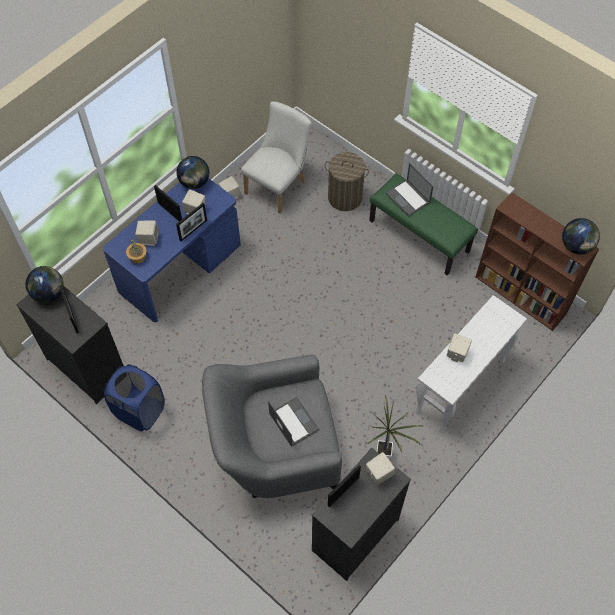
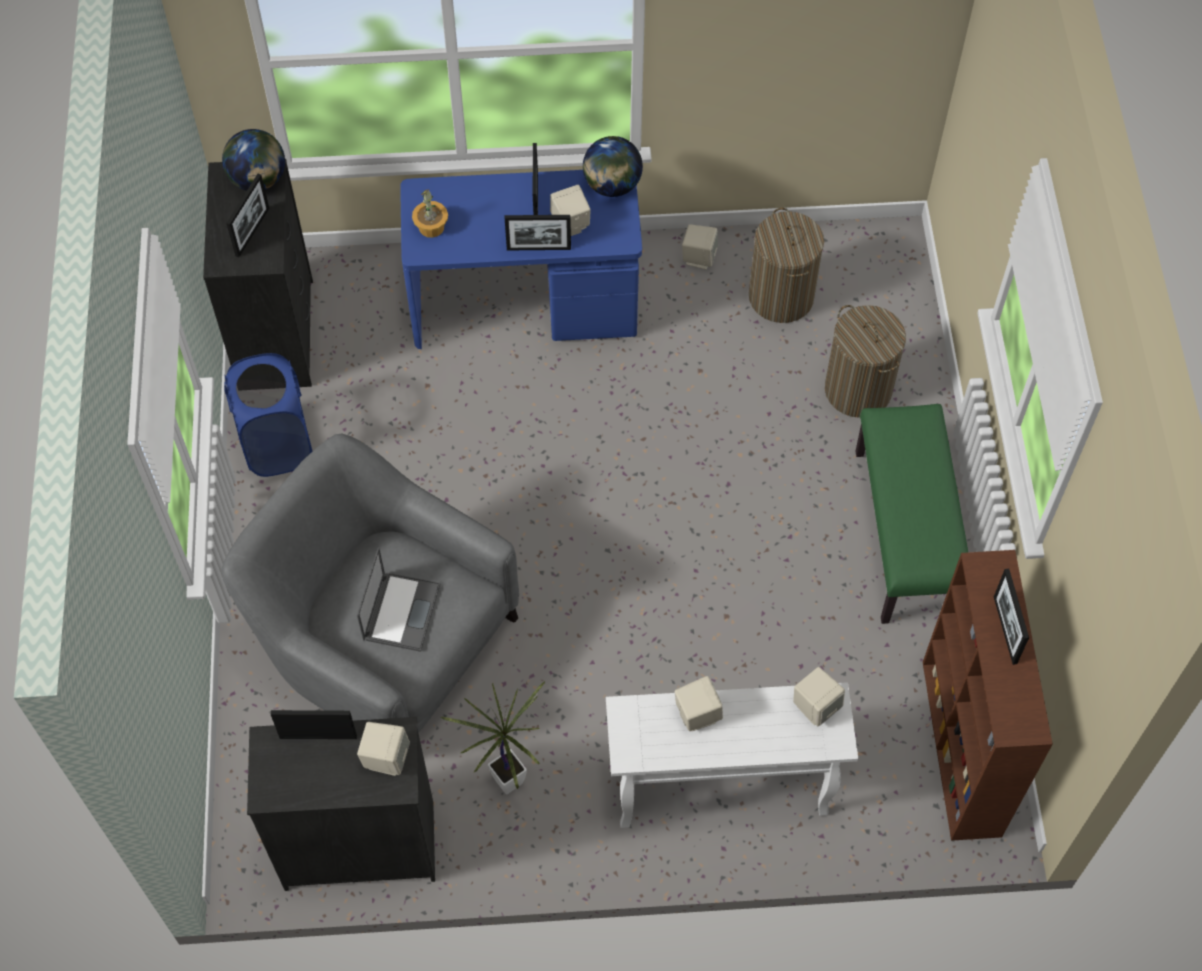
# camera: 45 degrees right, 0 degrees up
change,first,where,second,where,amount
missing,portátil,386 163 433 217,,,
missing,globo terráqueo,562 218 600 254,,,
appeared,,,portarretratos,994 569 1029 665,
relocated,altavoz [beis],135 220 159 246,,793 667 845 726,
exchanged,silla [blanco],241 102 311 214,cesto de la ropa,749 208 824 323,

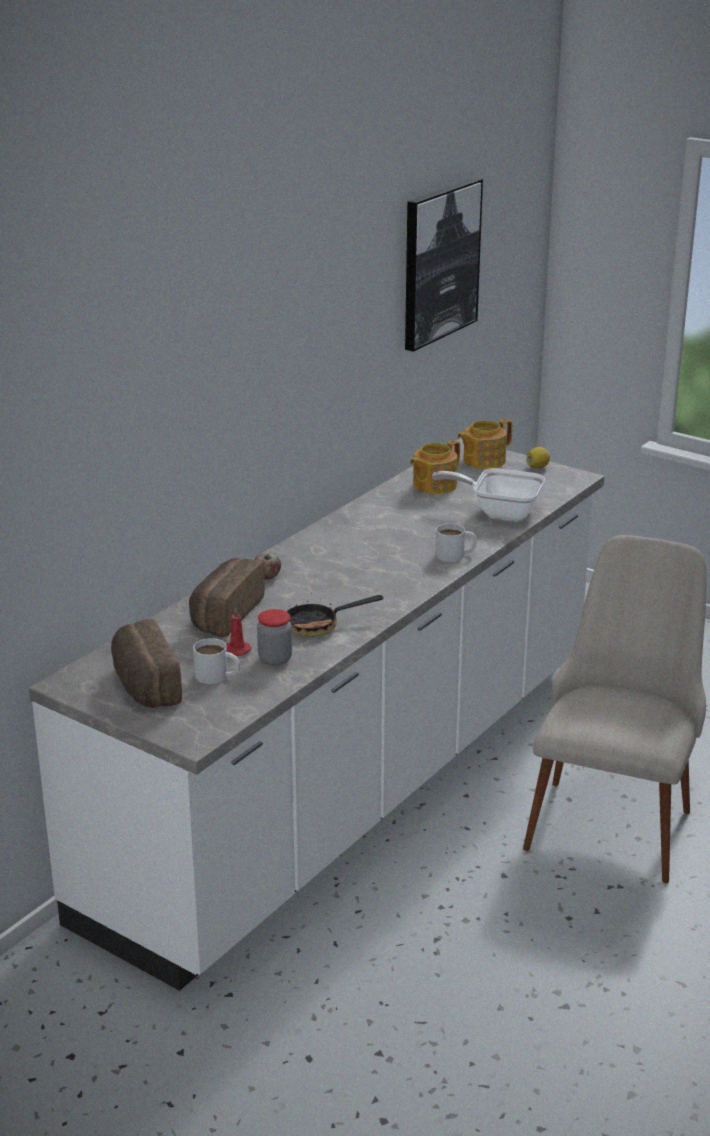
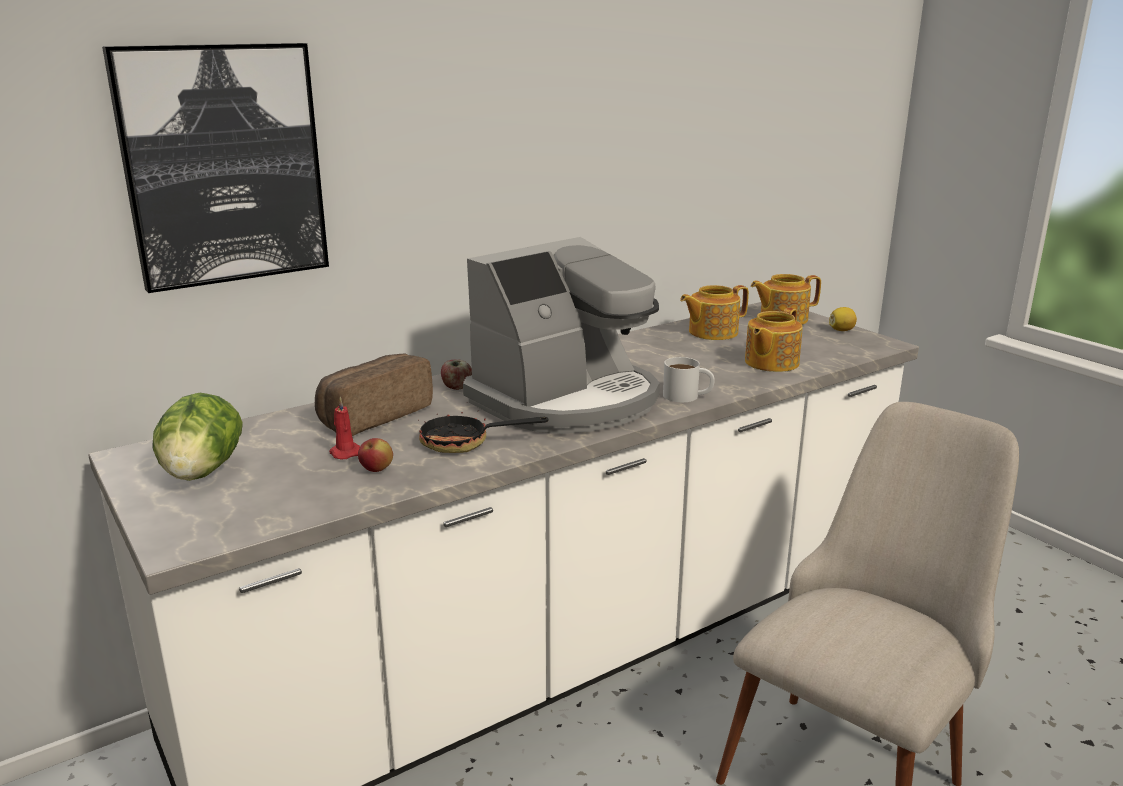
# camera: 20 degrees right, 5 degrees down
change,first,where,second,where,amount
missing,taza grande [blanco],193 638 240 684,,,
appeared,,,cafetera,463 237 660 434,
relocated,cuadro,405 178 483 352,,102 43 329 293,
exchanged,pan,111 619 182 708,lechuga,153 393 243 481,
exchanged,tarro,257 609 292 666,manzana,358 438 393 472,
exchanged,sartén,432 468 545 520,tetera,745 308 803 372,

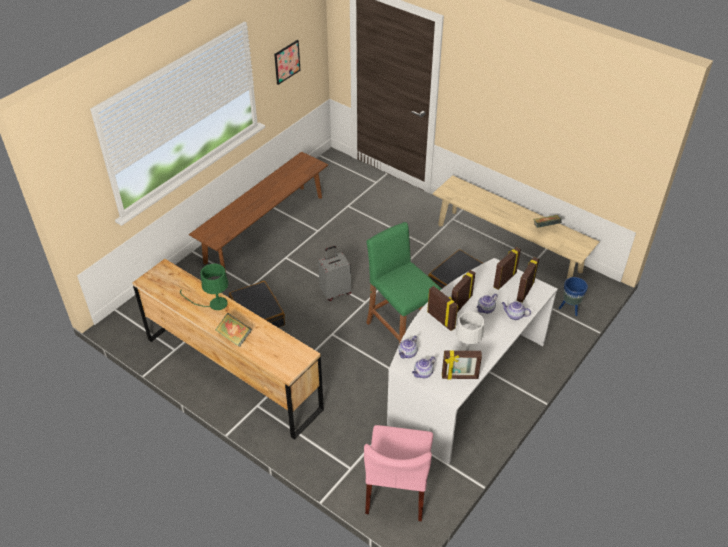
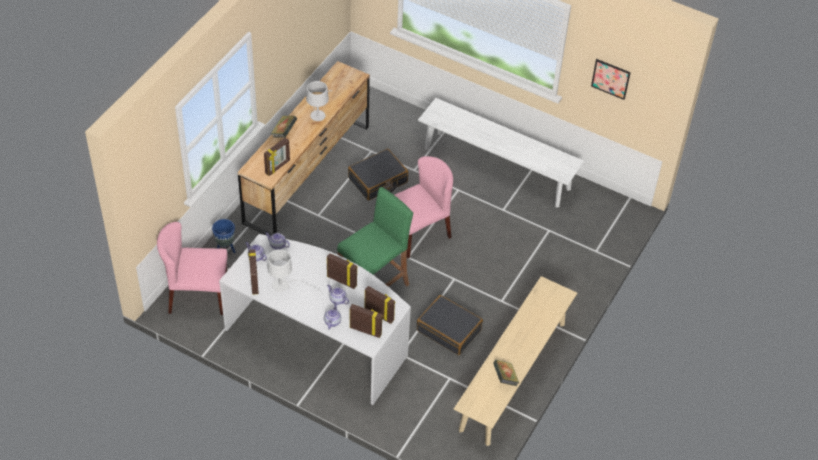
# camera: 80 degrees right, 5 degrees up
change,first,where,second,where,amount
relocated,portarretratos,427 286 458 331,,264 138 290 176,
relocated,maceta [azul],559 277 588 316,,212 219 236 253,
exchanged,maleta [gris],318 246 351 301,silla [rosa],395 156 453 258,
colour,lámpara de mesa [verde],180 264 229 310,lámpara de mesa [blanco],306 81 332 121,
colour,banco [marrón],189 152 328 272,banco [blanco],418 98 584 207,

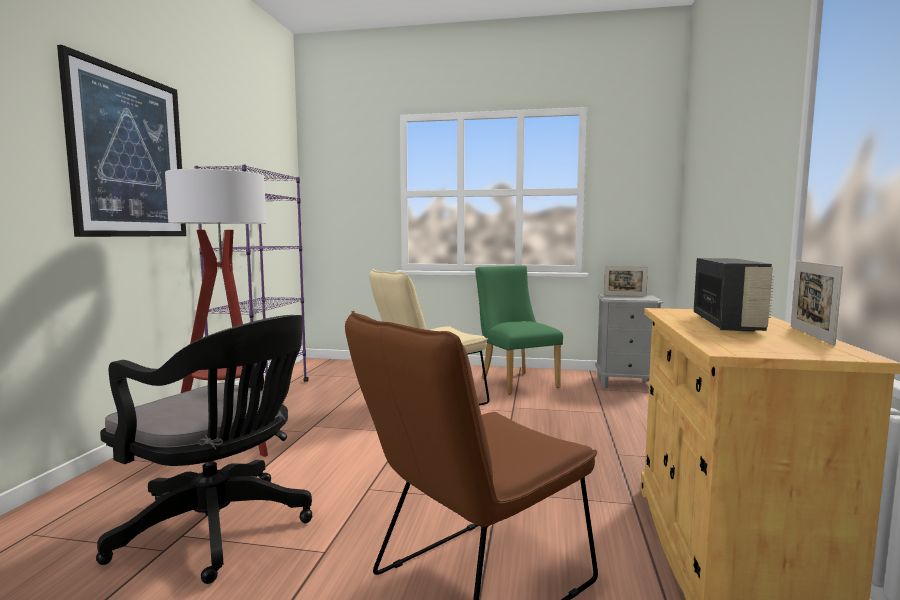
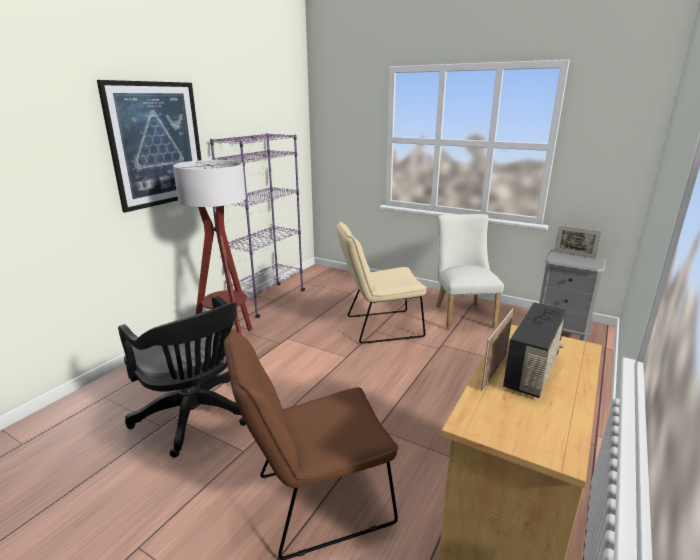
# camera: 20 degrees right, 15 degrees up
change,first,where,second,where,amount
relocated,portarretratos,791 261 843 346,,481 308 513 391,
colour,silla [verde],475 266 563 395,silla [blanco],436 214 504 330,

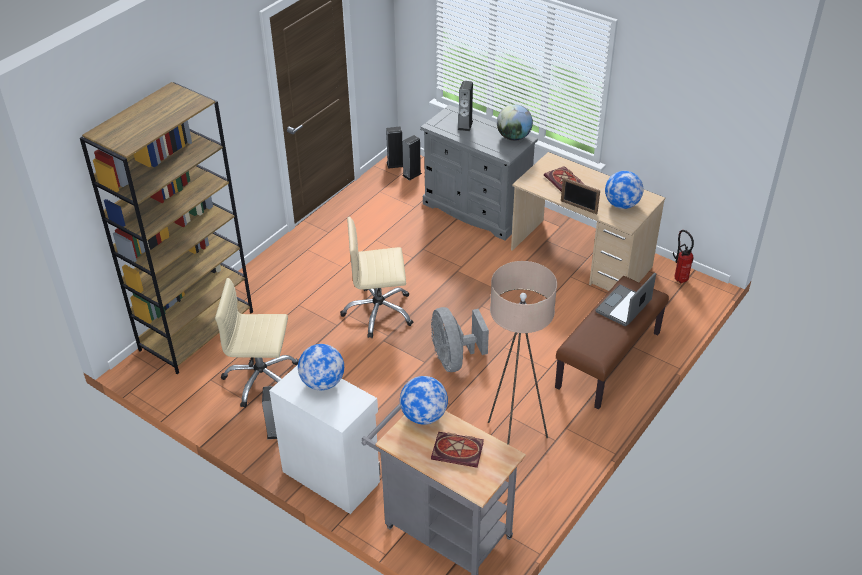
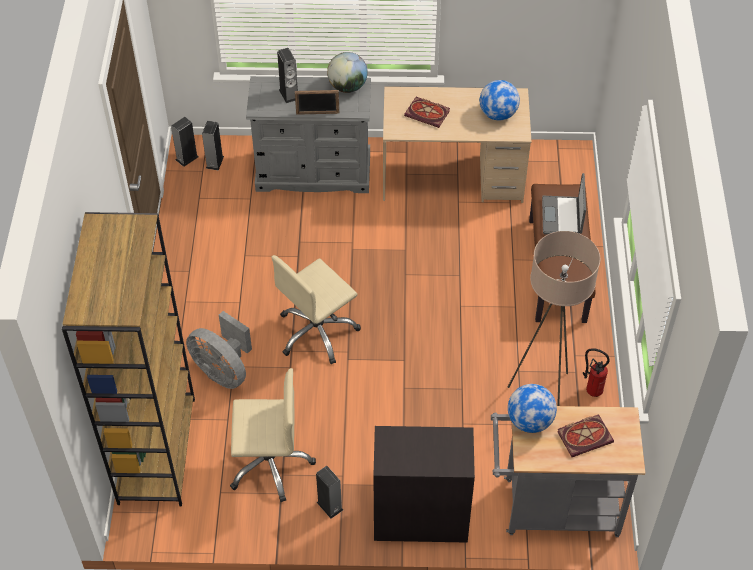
# camera: 35 degrees left, 10 degrees up
change,first,where,second,where,amount
missing,globo terráqueo,298 344 344 390,,,
relocated,ventilador [gris],431 307 489 372,,186 311 252 389,
relocated,portarretratos,561 177 600 214,,295 90 339 115,
relocated,extintor,673 230 694 284,,583 348 610 397,
colour,armario [blanco],269 365 380 514,armario [negro],373 426 475 543,
spun,silla de oficina [beis],215 278 298 408,,230 368 316 502,150 degrees counterclockwise

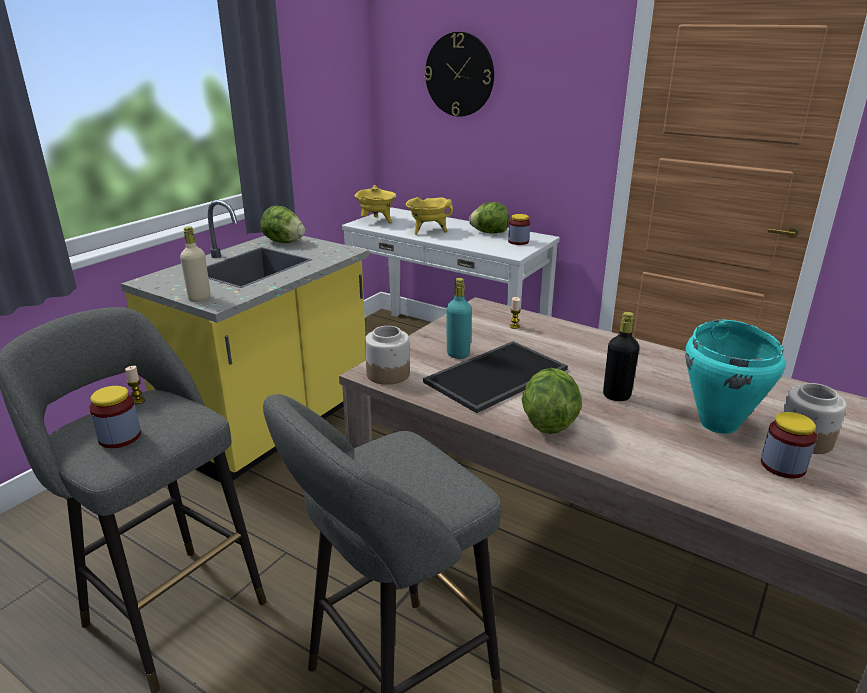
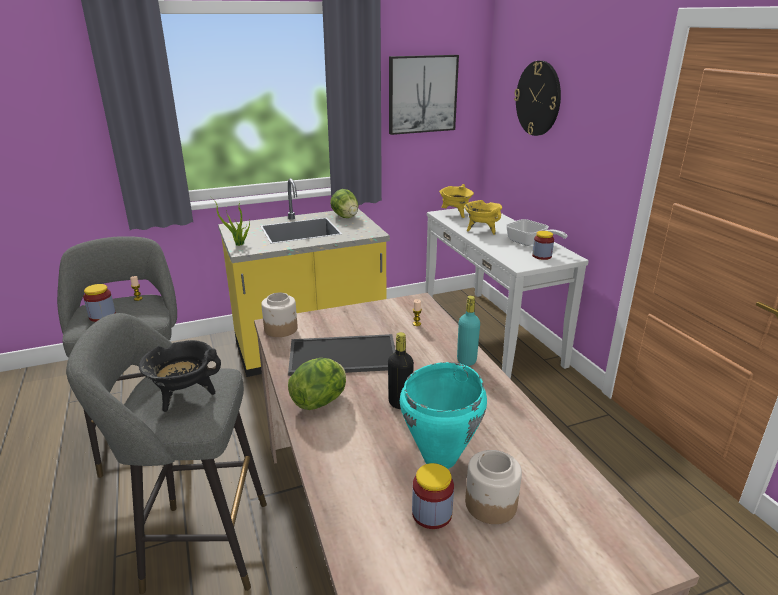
# camera: 35 degrees right, 0 degrees up
change,first,where,second,where,amount
appeared,,,olla [negro],139 340 221 412,
appeared,,,cuadro,389 55 459 135,
relocated,botella [turquesa],446 278 472 359,,457 296 480 366,
exchanged,botella [beis],180 226 211 302,planta en maceta,212 198 250 246,
exchanged,lechuga,469 202 509 233,sartén,506 219 568 246,

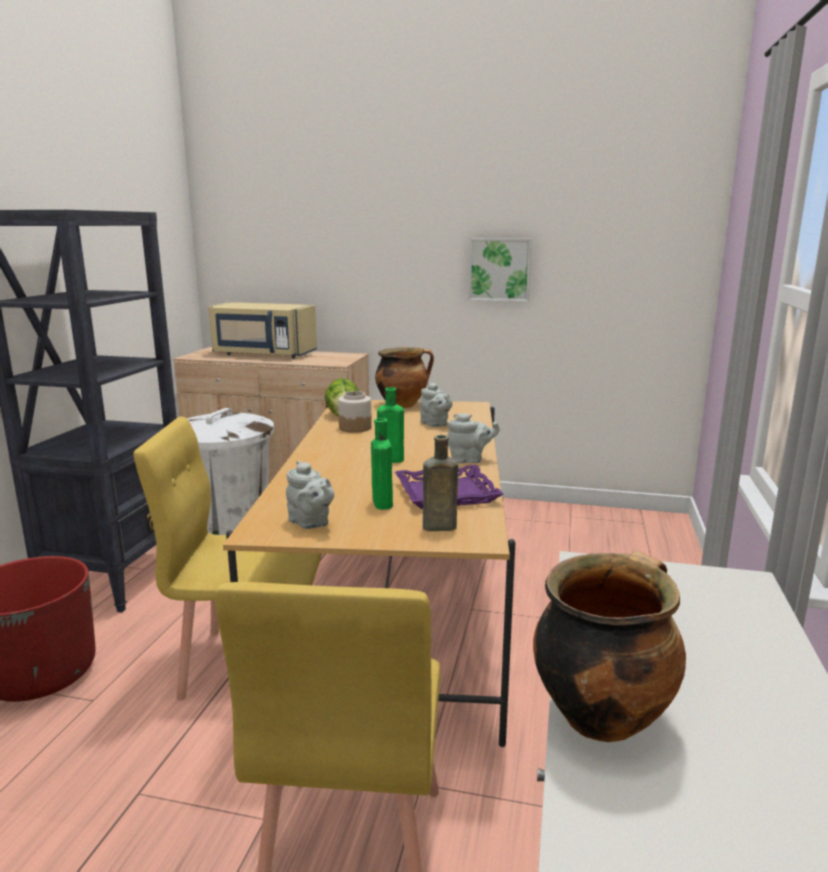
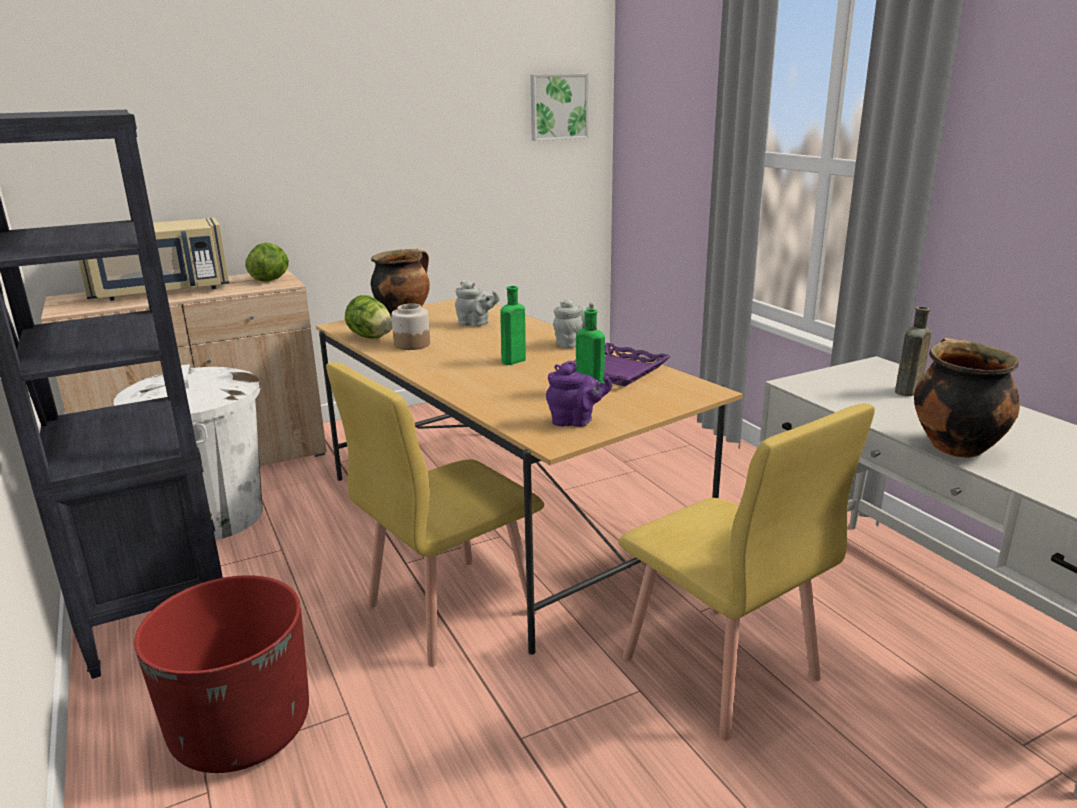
# camera: 40 degrees left, 5 degrees up
change,first,where,second,where,amount
appeared,,,lechuga,245 243 289 282,
relocated,botella [marrón],423 435 458 531,,895 306 931 396,
relocated,cuadro,468 239 532 302,,530 74 589 141,
colour,tetera [gris],286 460 334 529,tetera [morado],546 364 613 427,

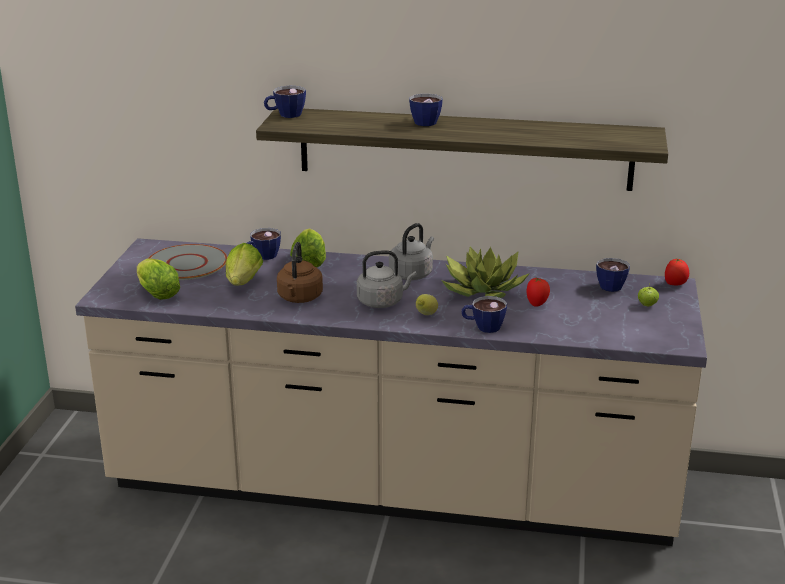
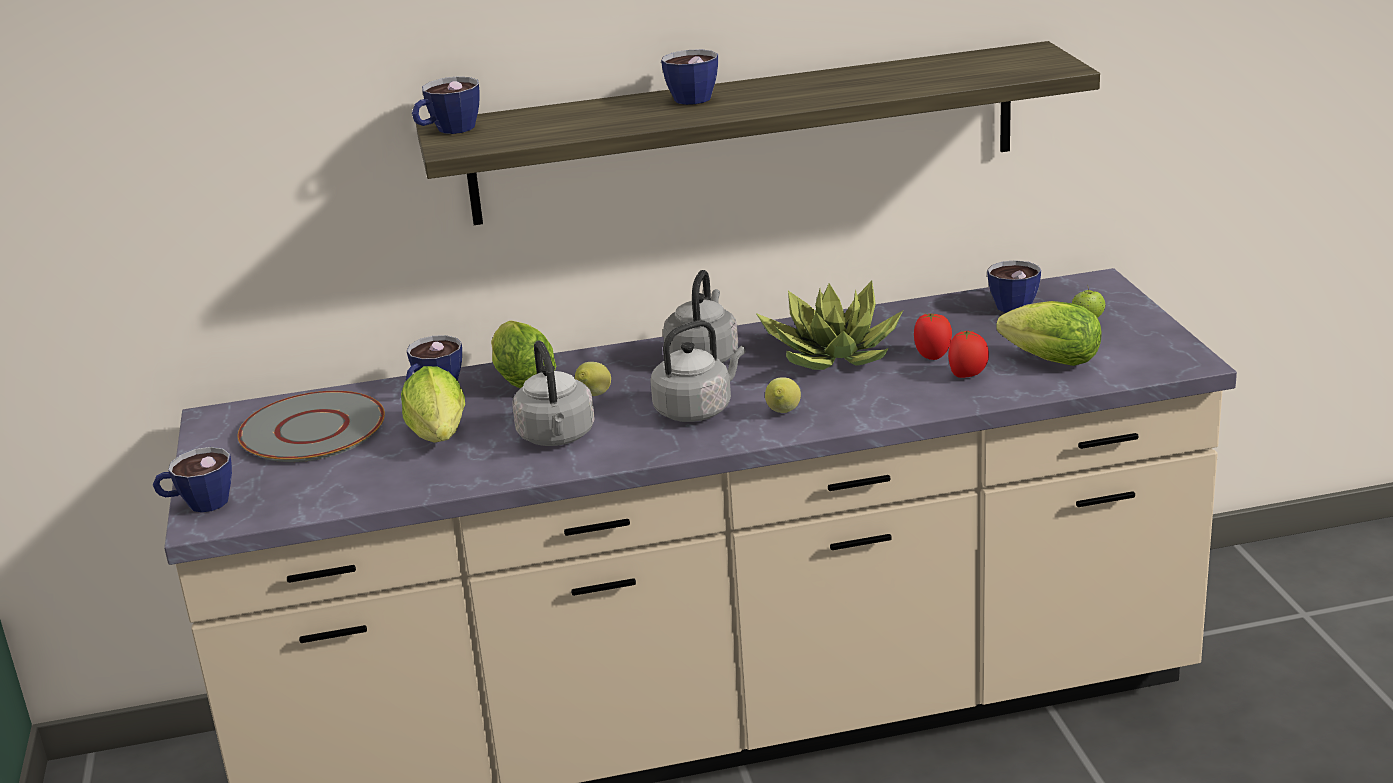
# camera: 20 degrees left, 0 degrees up
change,first,where,second,where,amount
appeared,,,limón,575 362 611 396,
relocated,lechuga,137 258 180 300,,996 301 1101 366,
relocated,taza,461 296 507 333,,153 447 232 513,
relocated,tomate,665 259 689 286,,948 330 989 378,
colour,hervidor [marrón],277 242 323 303,hervidor [gris],512 341 595 446,

